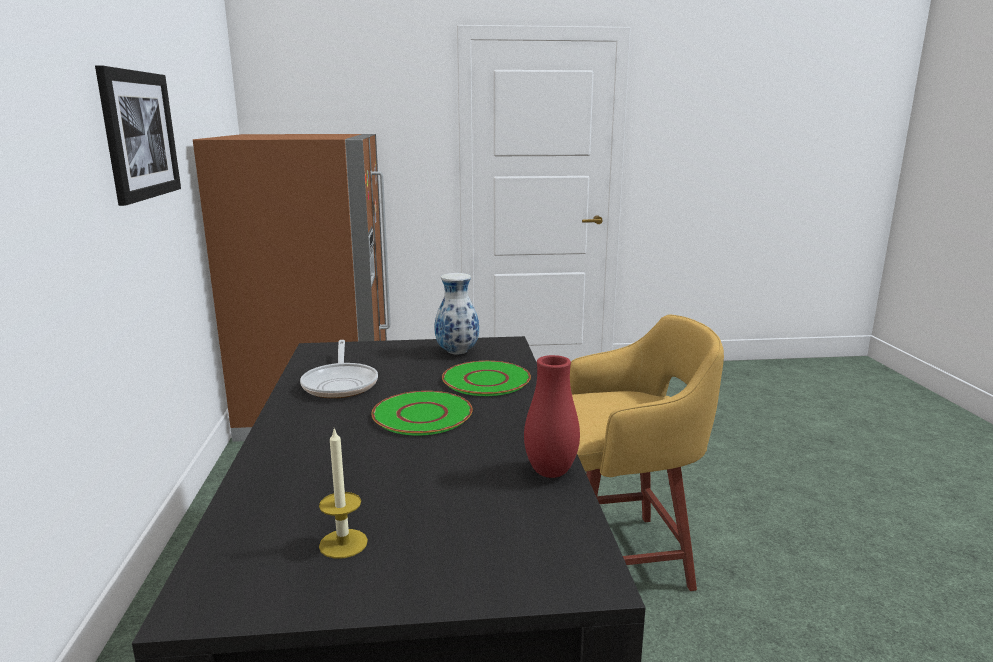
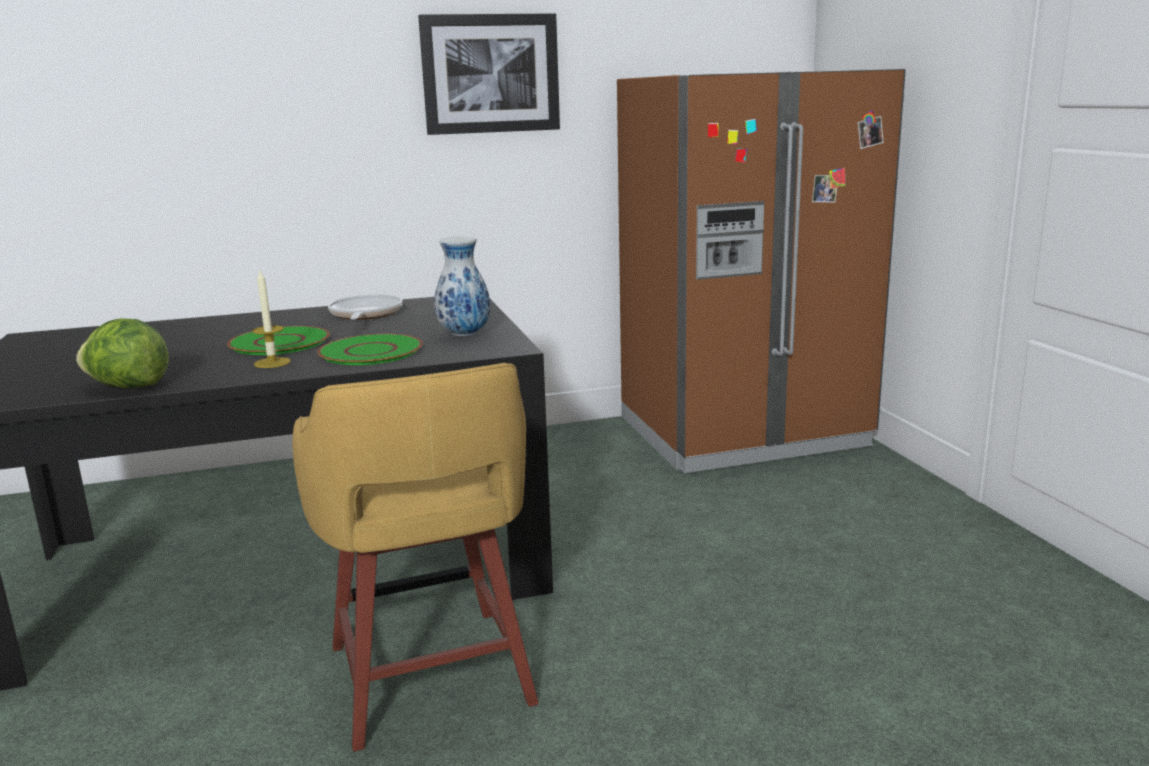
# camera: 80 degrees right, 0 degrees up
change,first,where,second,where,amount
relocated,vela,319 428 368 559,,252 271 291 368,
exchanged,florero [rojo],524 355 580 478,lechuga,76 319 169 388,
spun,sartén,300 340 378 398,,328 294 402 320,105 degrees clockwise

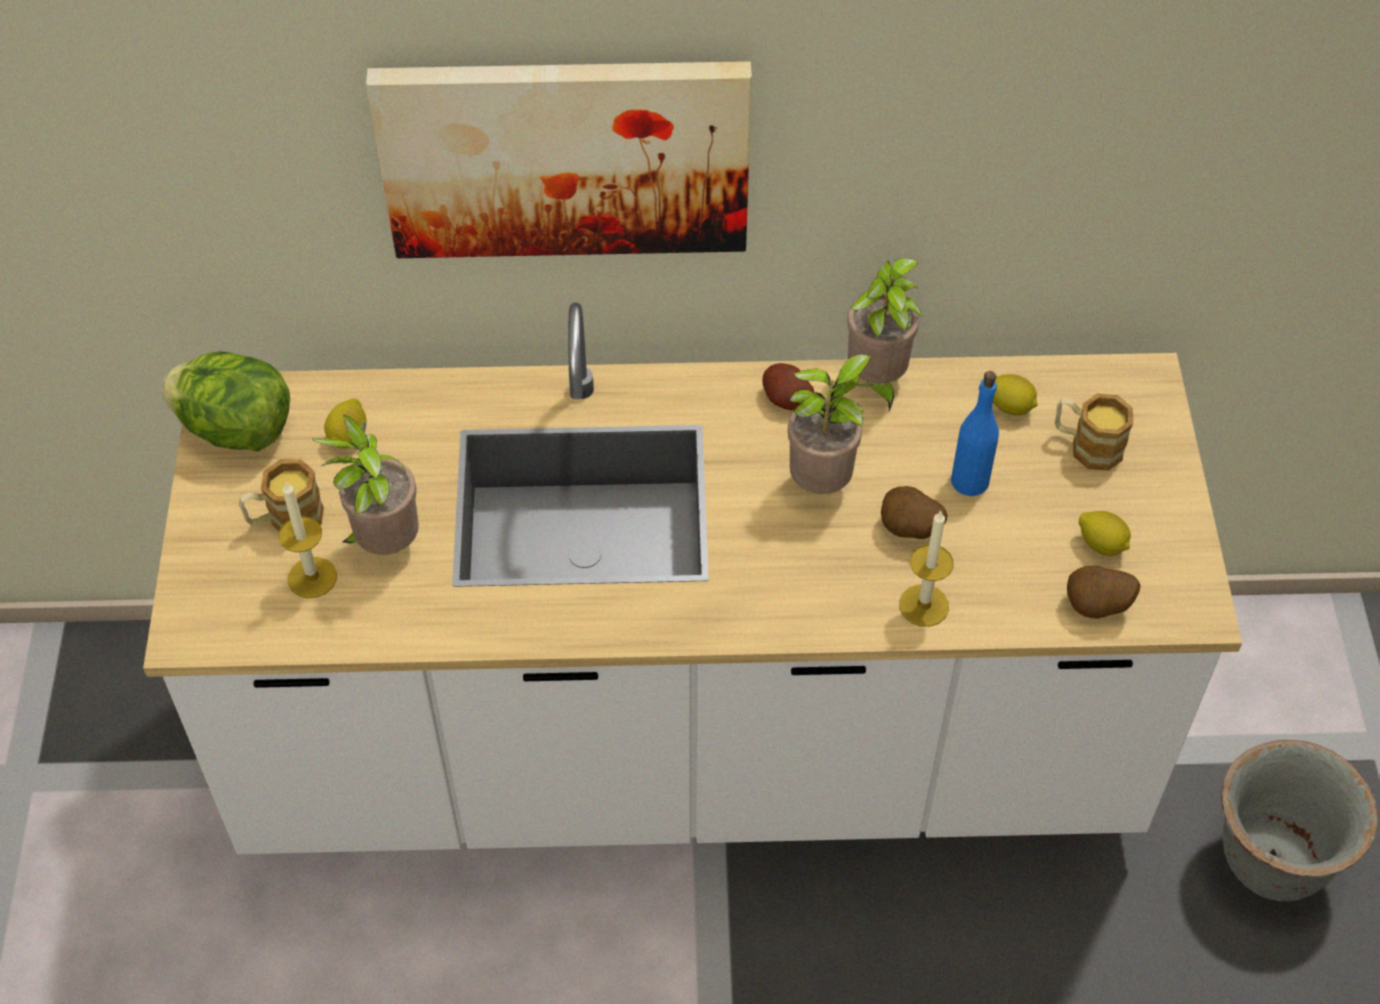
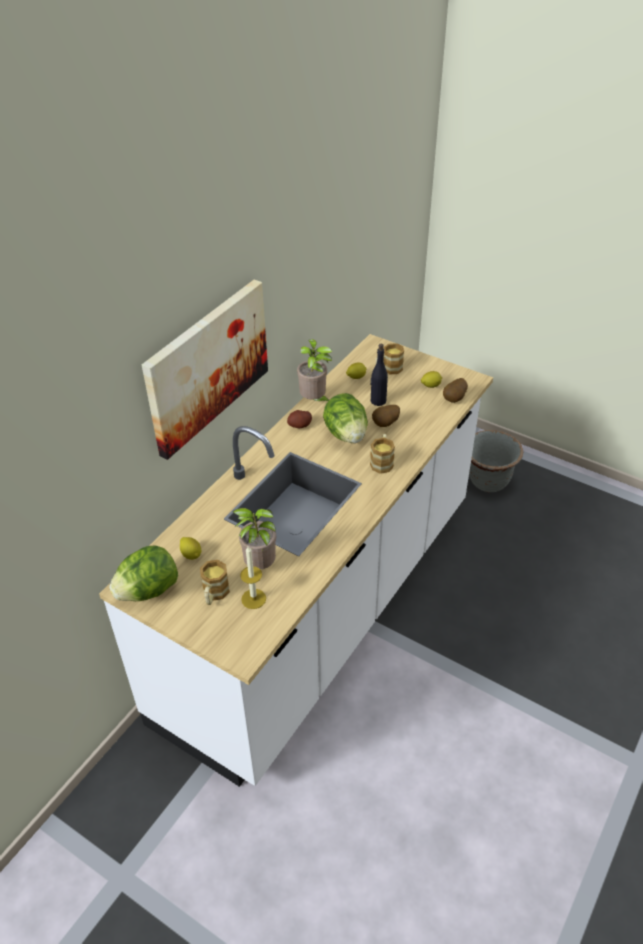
# camera: 55 degrees left, 10 degrees down
change,first,where,second,where,amount
missing,vela,899 511 954 627,,,
appeared,,,taza grande,370 434 395 474,
exchanged,planta en maceta,788 354 875 494,lechuga,323 393 368 443,
colour,botella [azul],951 371 999 496,botella [negro],371 344 388 406,

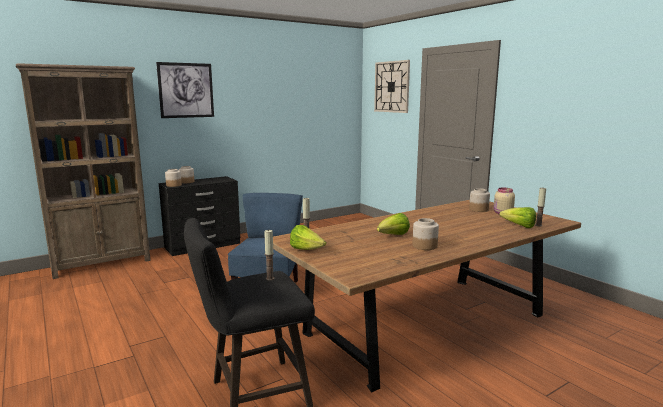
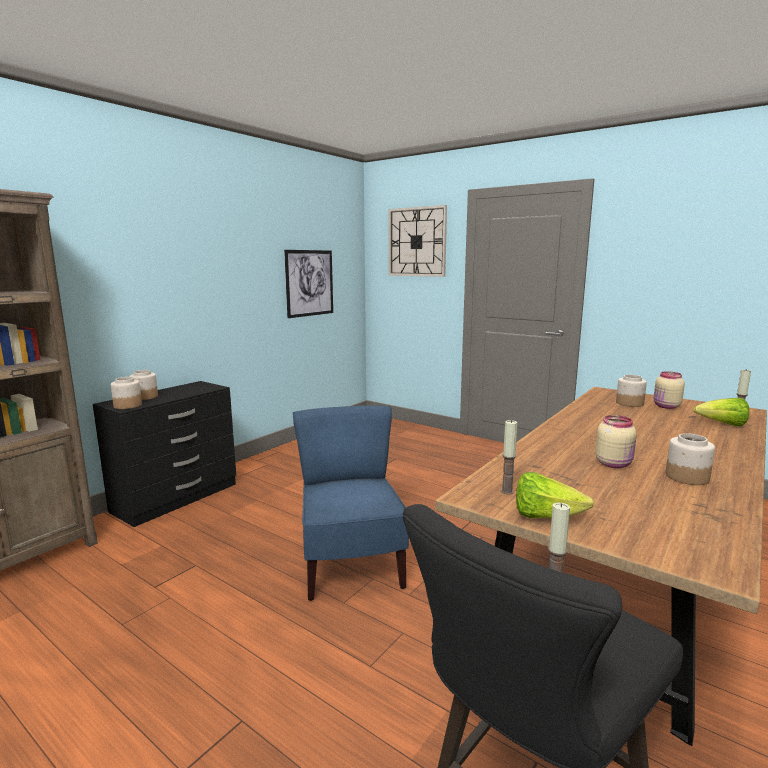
# camera: 20 degrees left, 0 degrees up
change,first,where,second,where,amount
relocated,cuadro,156 62 214 118,,284 250 333 318,
exchanged,lechuga,377 213 410 235,tarro [beis],595 415 637 468,

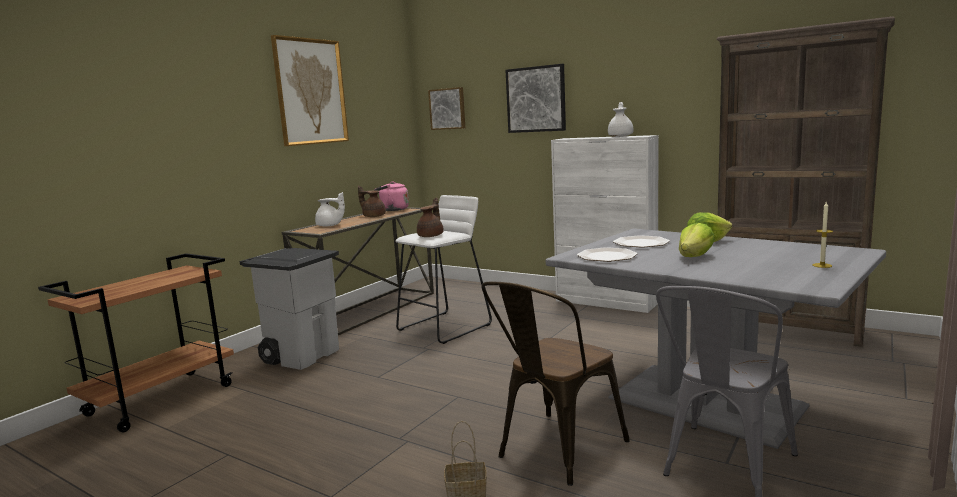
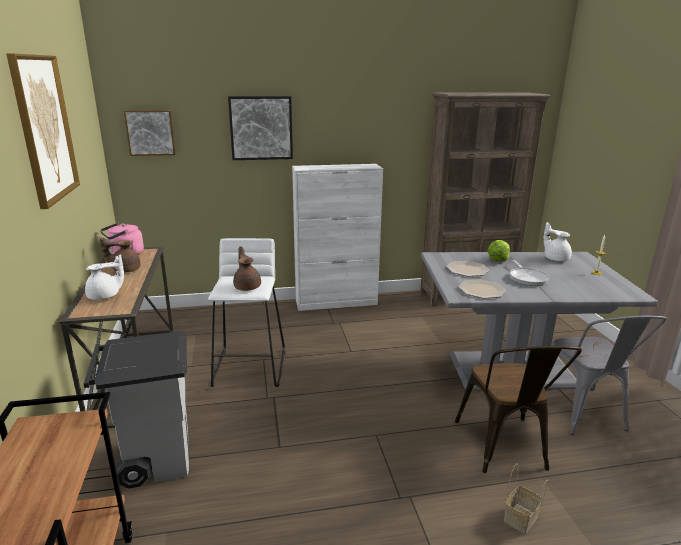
# camera: 45 degrees left, 10 degrees up
change,first,where,second,where,amount
relocated,tetera [blanco],608 102 633 137,,543 222 572 261,
exchanged,lechuga,679 223 715 257,sartén,510 260 549 286,

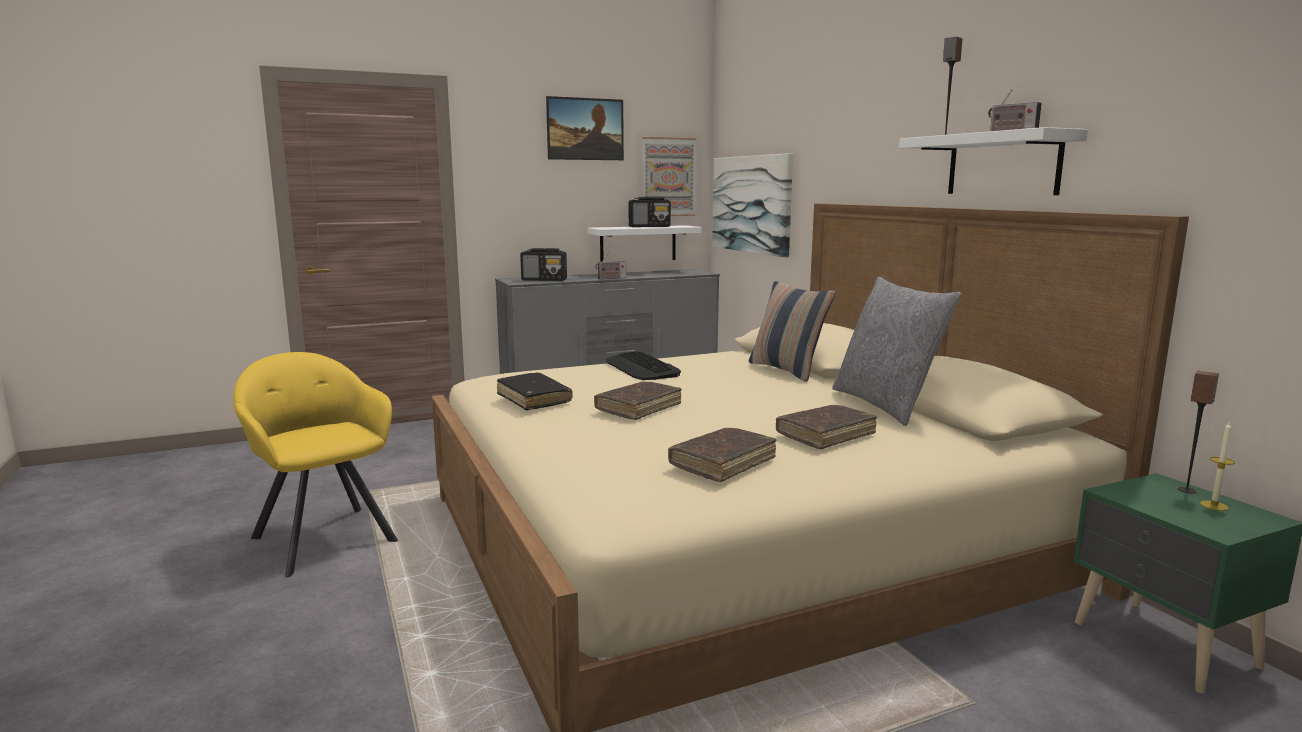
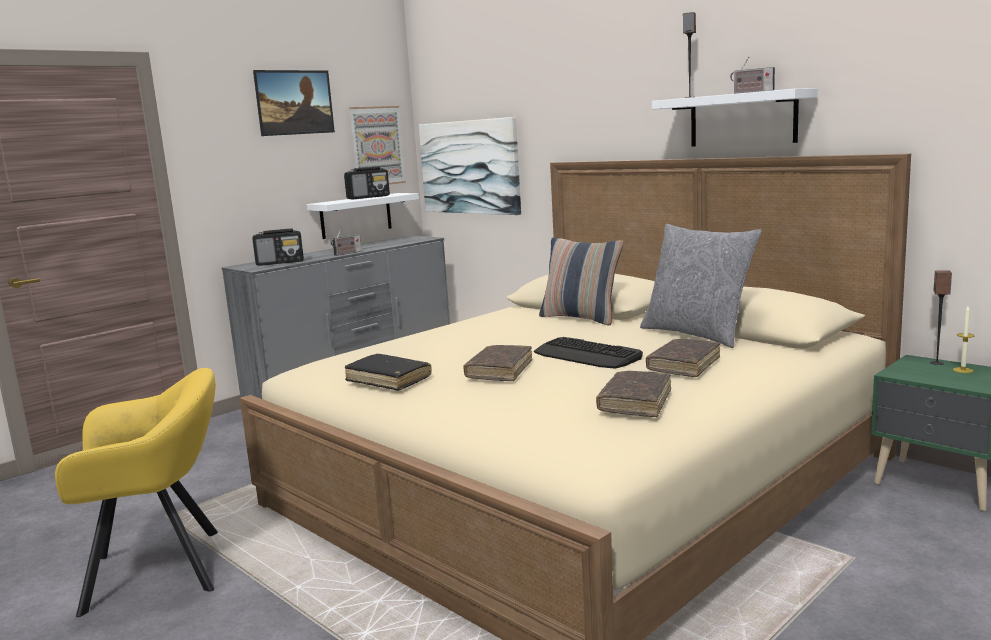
# camera: 20 degrees left, 0 degrees up
change,first,where,second,where,amount
relocated,teclado,606 351 681 380,,534 337 643 369,
spun,sillón [amarillo],233 352 398 577,,55 368 218 617,135 degrees clockwise

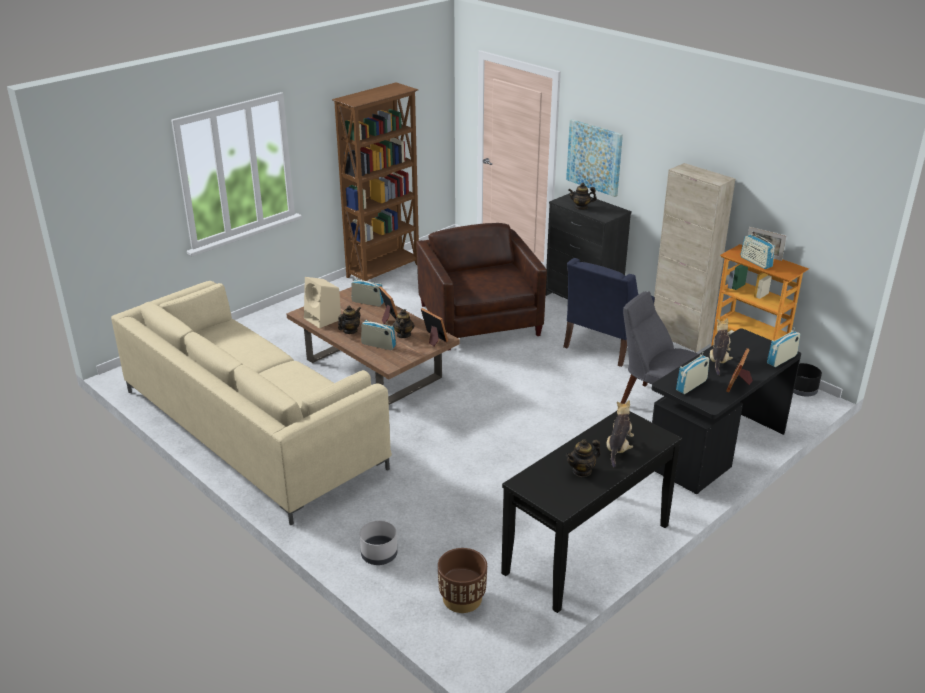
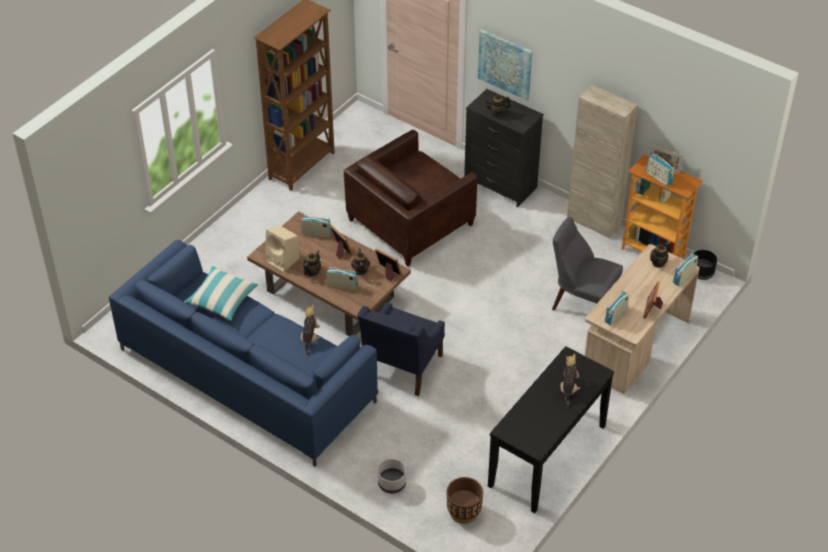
# camera: 10 degrees left, 15 degrees up
change,first,where,second,where,amount
appeared,,,cojín,184 266 258 321,
relocated,sillón [azul],563 258 655 367,,357 302 445 396,
relocated,tetera,566 439 601 477,,650 242 670 268,
relocated,peluche,710 318 733 375,,301 305 320 355,
colour,sofá [beis],111 281 392 525,sofá [azul],109 240 378 467,
colour,escritorio [negro],652 328 801 494,escritorio [beis],585 244 700 394,
spun,sillón [marrón],416 223 547 351,,344 130 477 267,105 degrees counterclockwise

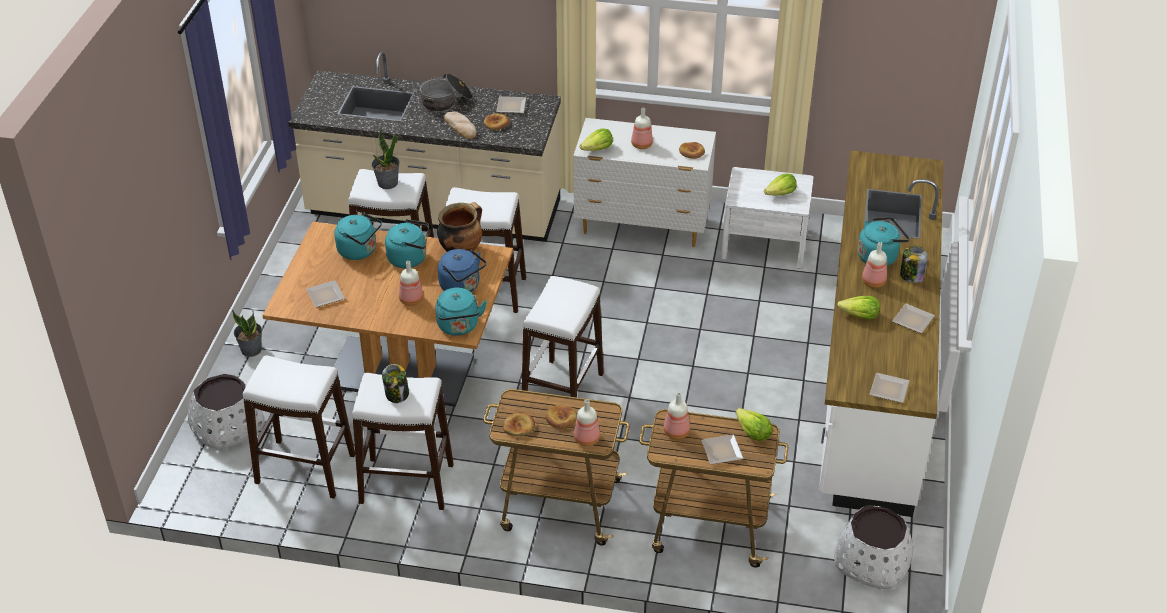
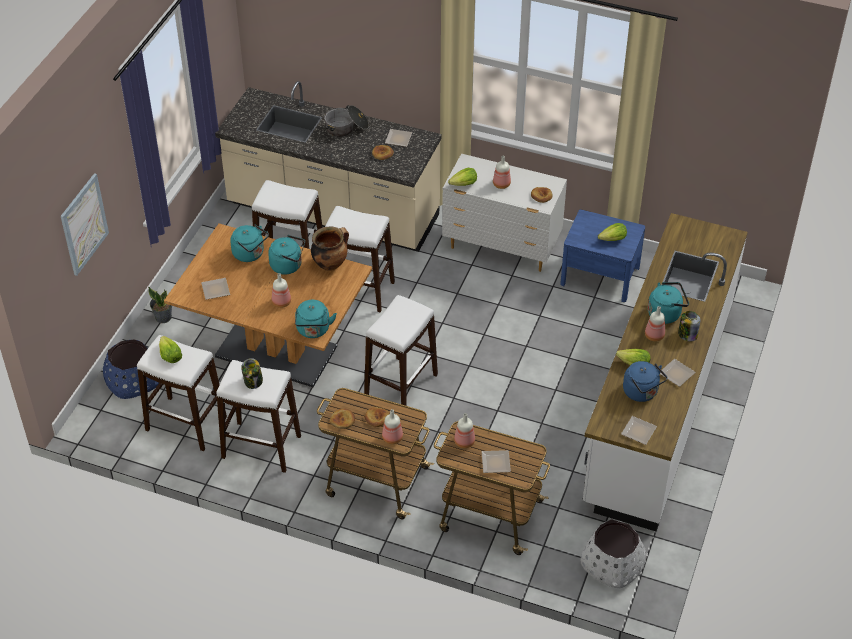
# camera: 10 degrees right, 5 degrees up
change,first,where,second,where,amount
missing,planta en maceta,372 128 400 189,,,
missing,pan,444 111 477 139,,,
appeared,,,cuadro,61 173 109 276,
relocated,hervidor [azul],438 249 486 292,,623 361 668 402,
relocated,lechuga,735 408 773 441,,159 336 182 363,
colour,maceta [blanco],188 374 265 450,maceta [azul],103 339 159 399,
colour,mesita de noche [blanco],721 167 814 268,mesita de noche [azul],560 210 645 302,

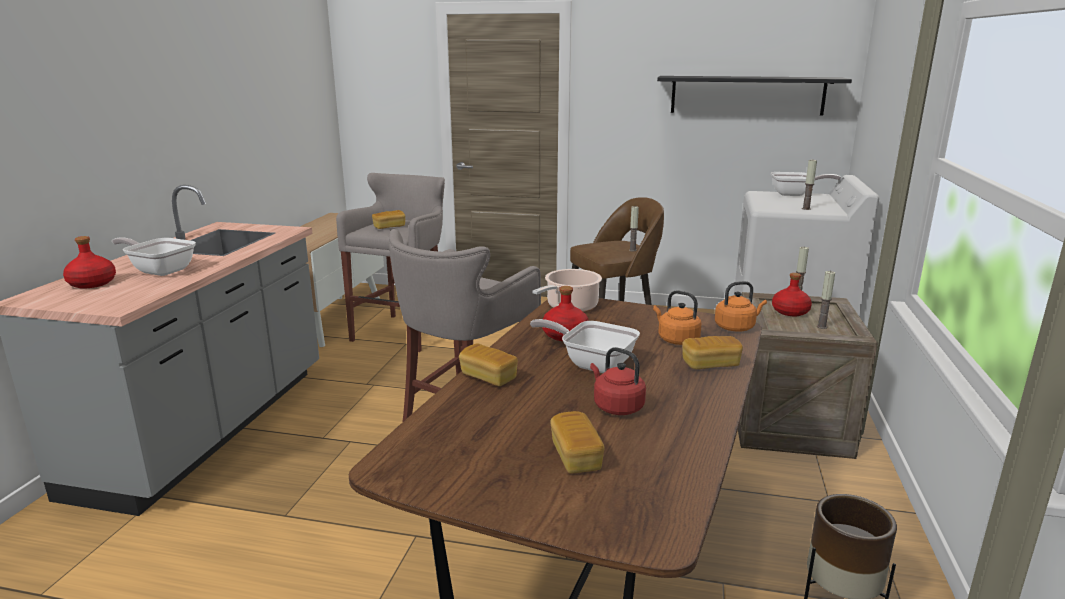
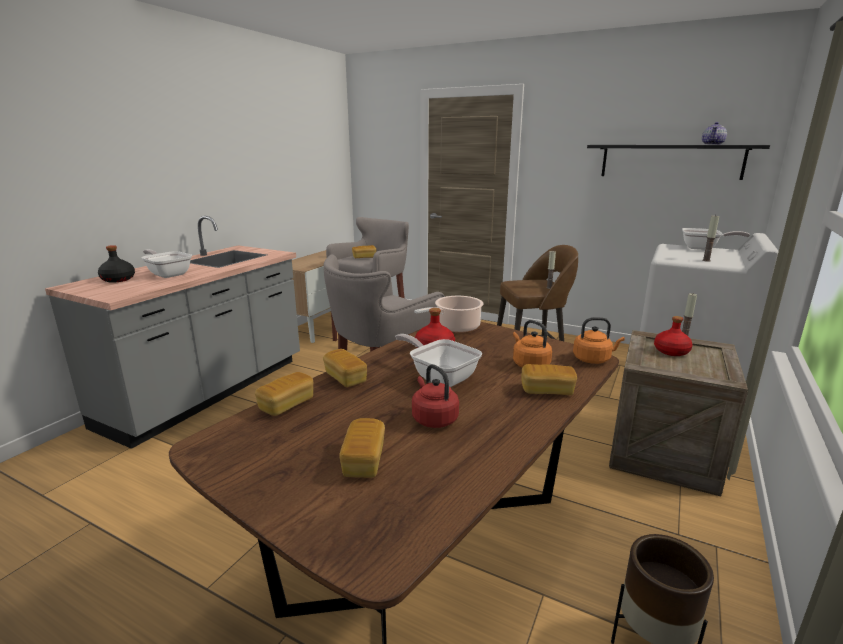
# camera: 15 degrees right, 0 degrees up
change,first,where,second,where,amount
missing,vela,817 271 835 329,,,
appeared,,,pan,255 372 313 416,
appeared,,,tetera,702 122 727 145,
colour,botella [rojo],63 236 116 289,botella [negro],98 245 135 283,

